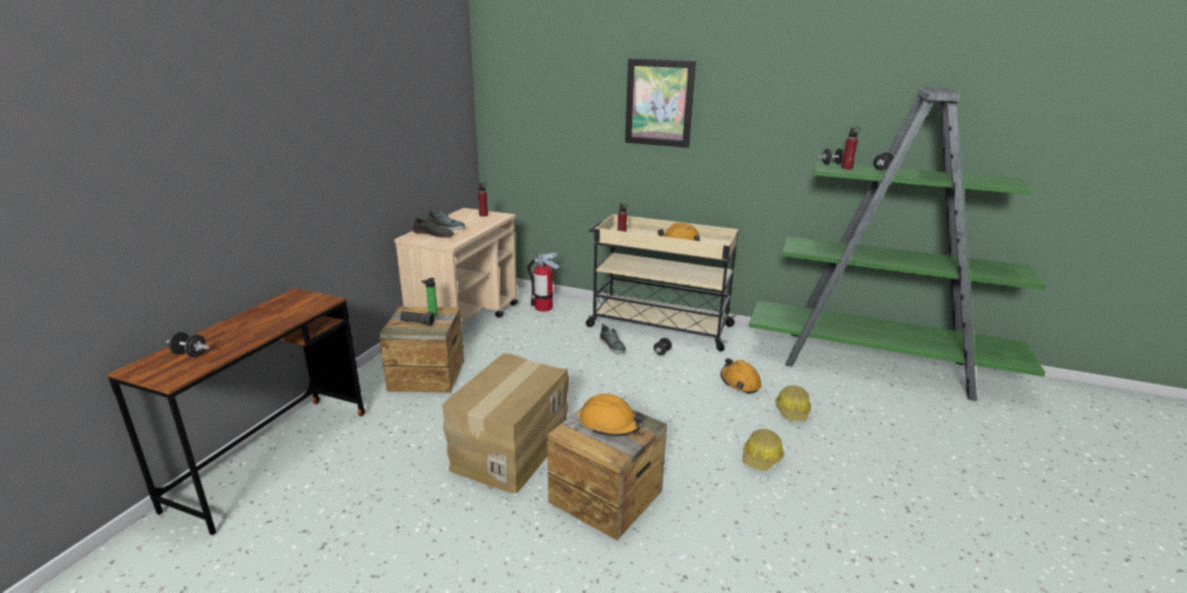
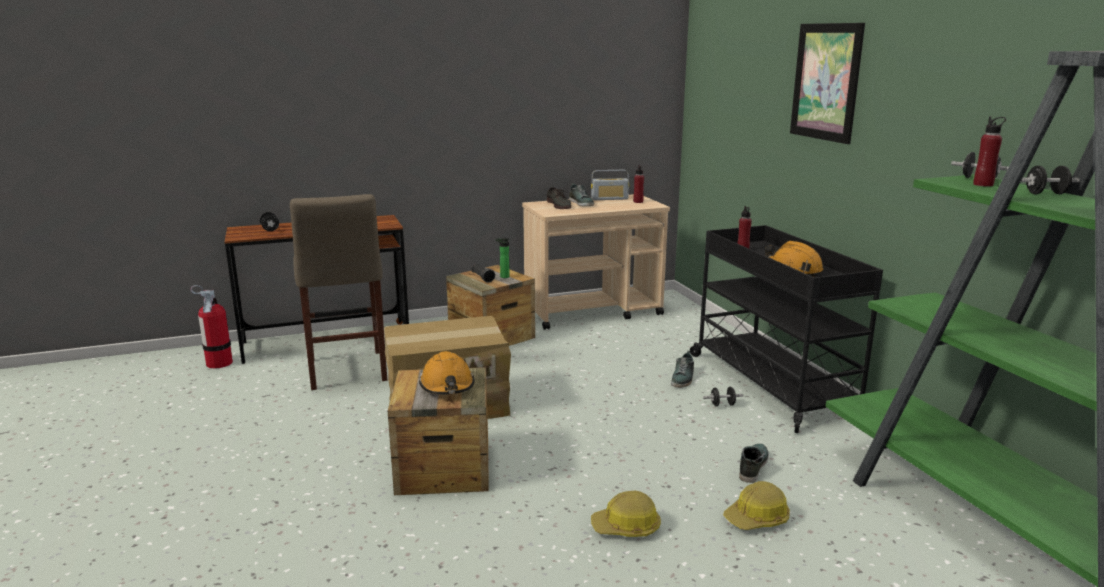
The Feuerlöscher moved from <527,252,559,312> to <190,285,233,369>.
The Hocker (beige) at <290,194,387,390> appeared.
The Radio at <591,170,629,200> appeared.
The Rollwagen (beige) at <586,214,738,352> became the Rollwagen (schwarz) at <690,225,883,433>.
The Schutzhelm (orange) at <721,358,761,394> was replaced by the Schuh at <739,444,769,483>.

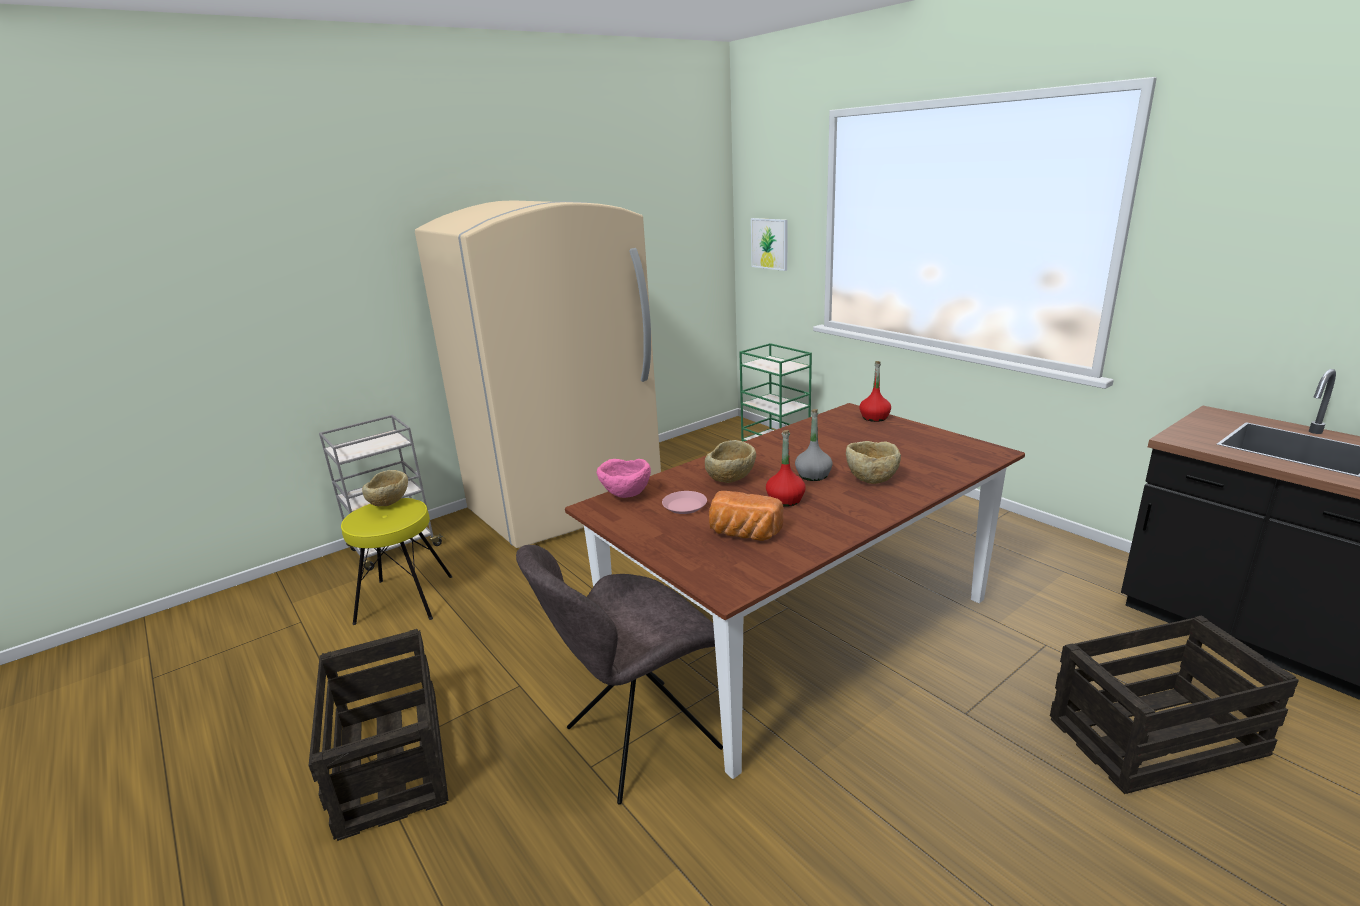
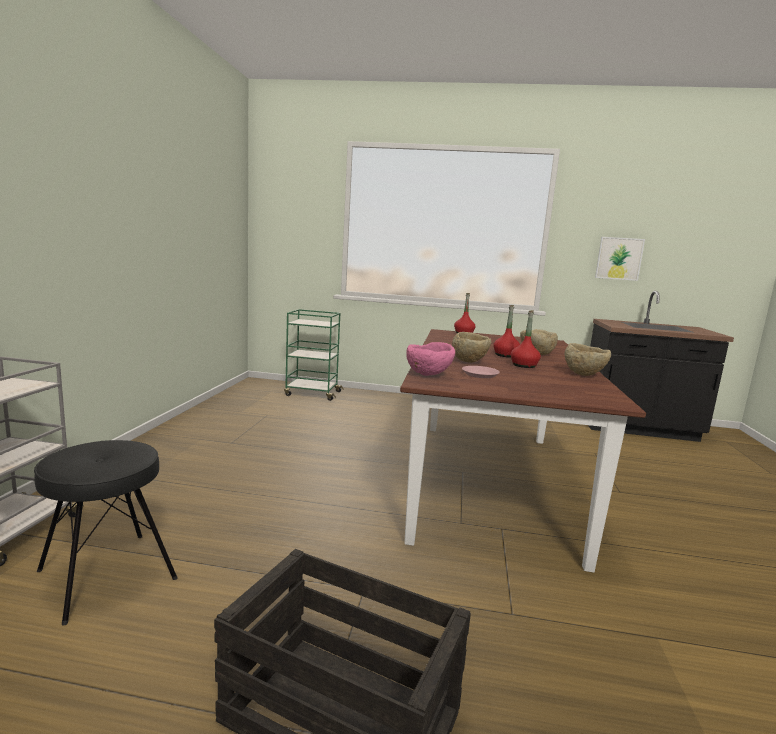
The Hocker (gelb) at <341,498,452,625> became the Hocker (schwarz) at <34,440,178,626>.
The Flasche (grau) at <795,409,833,481> became the Flasche (rot) at <493,305,520,358>.
The Schüssel (beige) moved from <362,470,408,506> to <565,343,611,376>.
The Bild moved from <751,218,788,271> to <595,237,645,281>.
The Kühlschrank (beige) at <415,200,661,548> disappeared.
The Stuhl (grau) at <516,545,723,805> disappeared.
The Brot at <709,491,784,541> disappeared.
The Kiste at <1050,615,1299,794> disappeared.

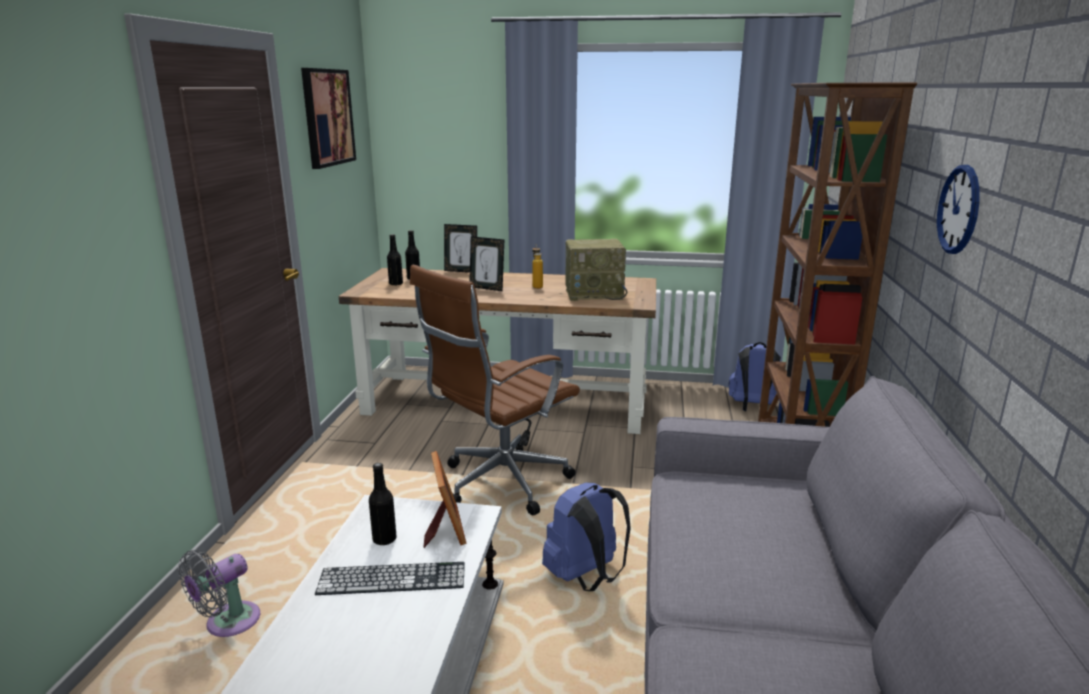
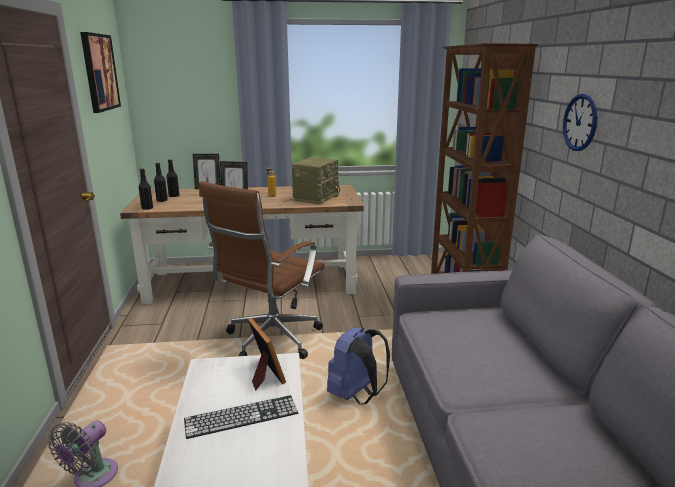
The Flasche (schwarz) moved from <369,463,396,545> to <139,168,153,210>.
The Radio at <565,239,627,301> turned 45 degrees counterclockwise.
The Rucksack (blau) at <728,342,781,411> disappeared.

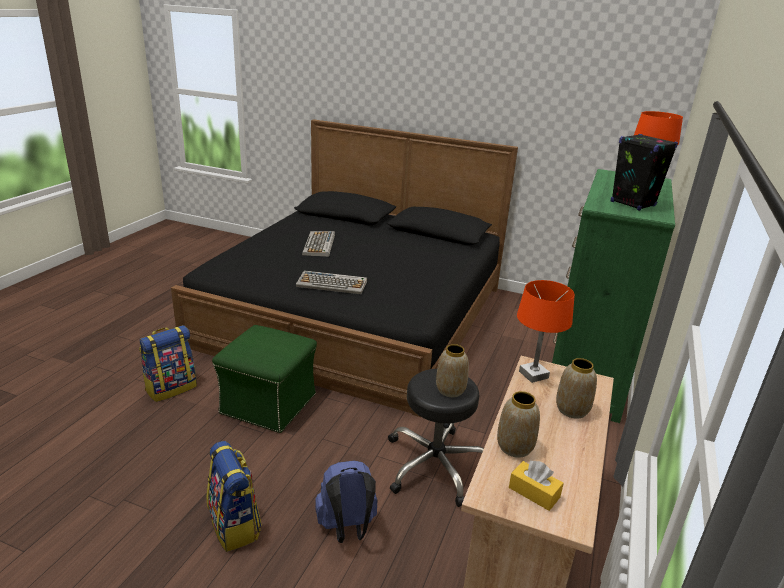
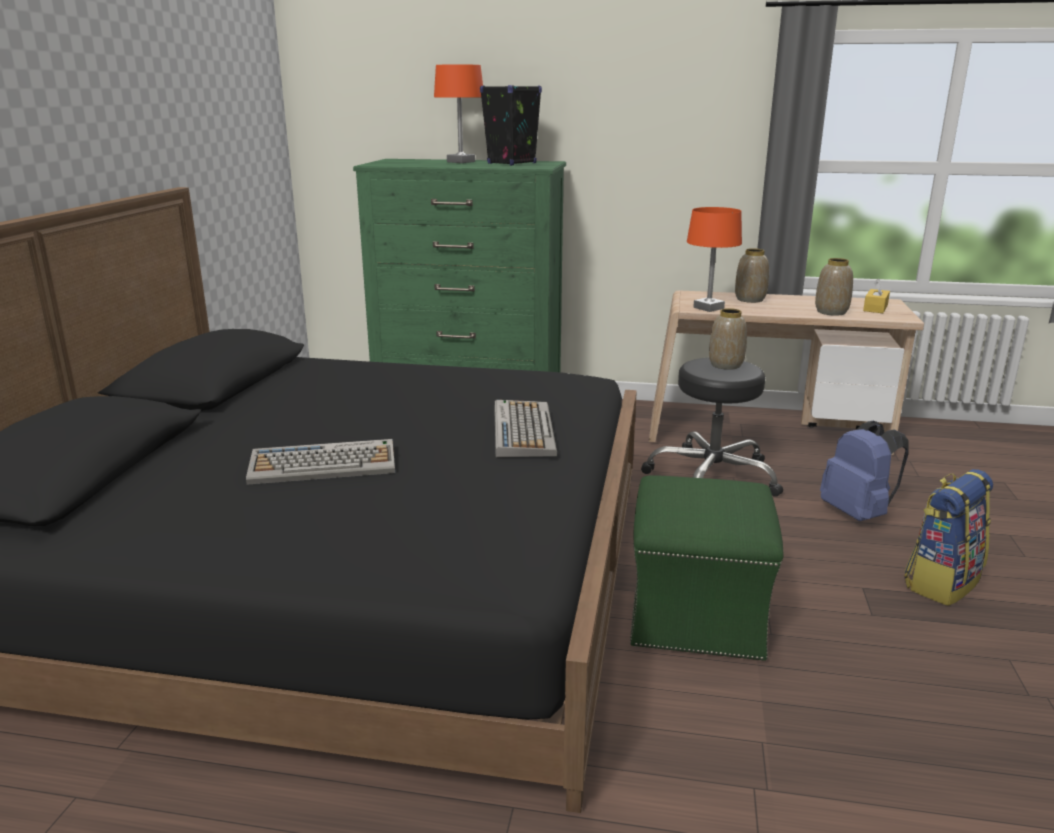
The Rucksack at <139,325,197,402> disappeared.

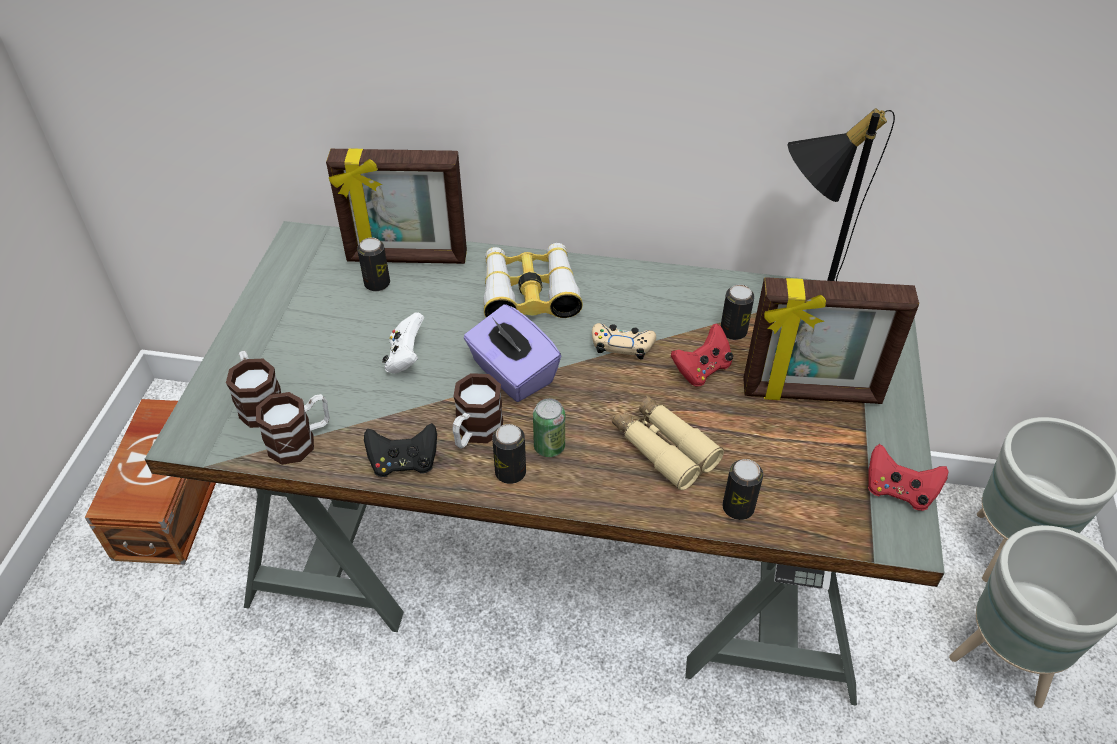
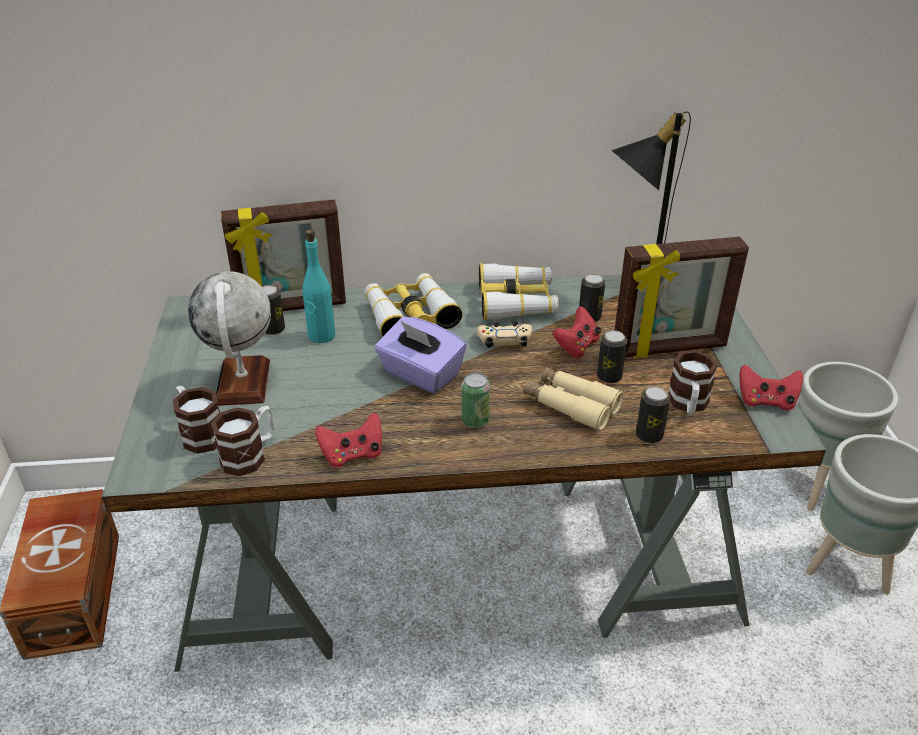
The Globus at <188,271,271,406> appeared.
The Flasche (türkis) at <302,229,335,343> appeared.
The Gamepad (schwarz) at <364,423,437,477> became the Gamepad (rot) at <315,412,382,468>.
The Fernglas at <479,263,559,320> appeared.
The Dose moved from <492,424,526,484> to <597,330,627,383>.
The Henkelbecher moved from <452,373,503,449> to <668,350,718,415>.
The Gamepad (weiß) at <382,312,424,374> disappeared.

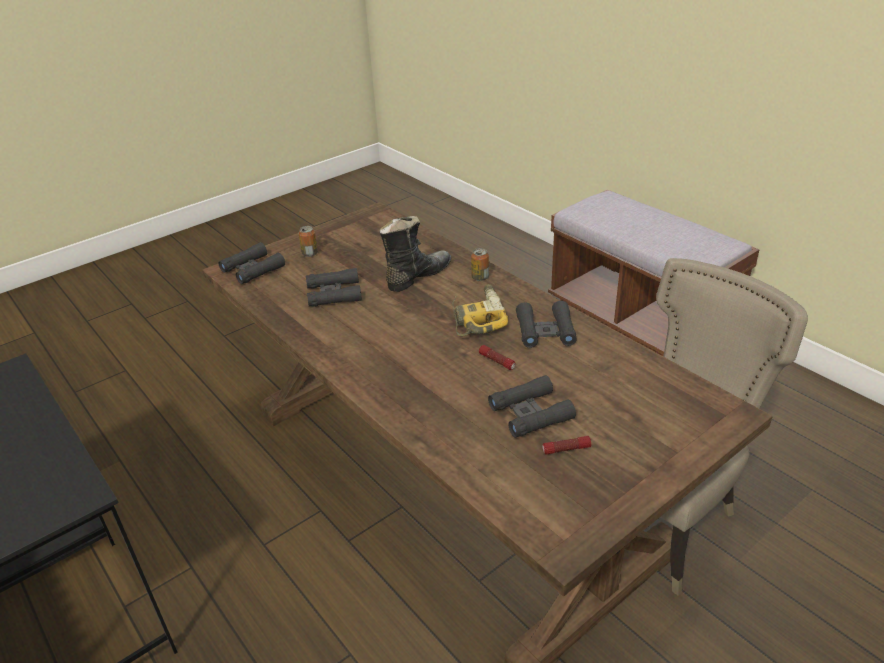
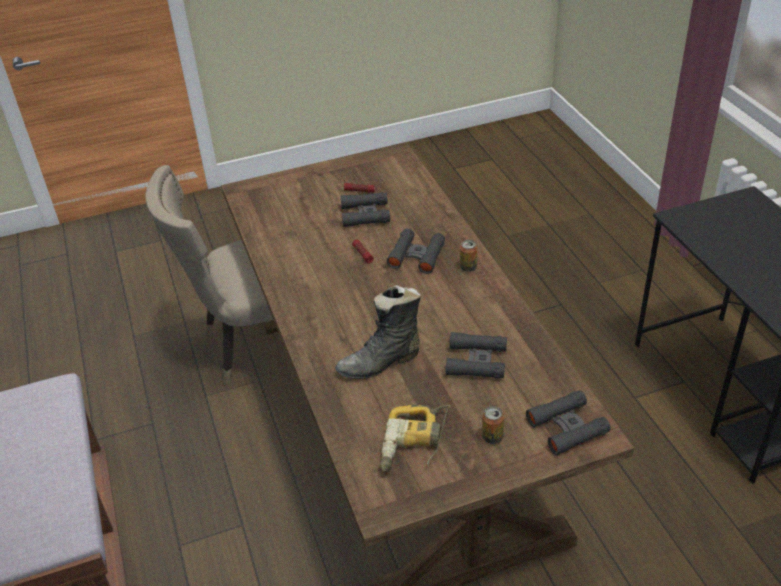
The Bohrmaschine moved from <452,284,508,336> to <379,405,451,472>.
The Fernglas (schwarz) moved from <516,301,577,348> to <387,228,445,274>.
The Dose moved from <471,248,489,281> to <460,240,477,272>.

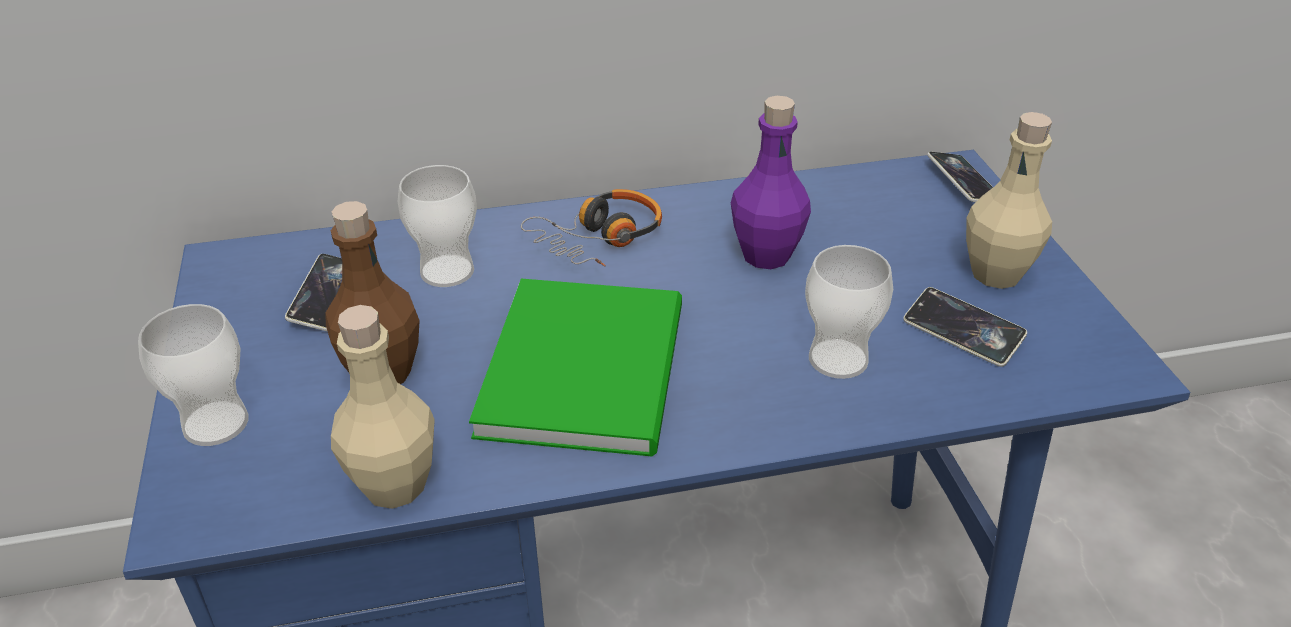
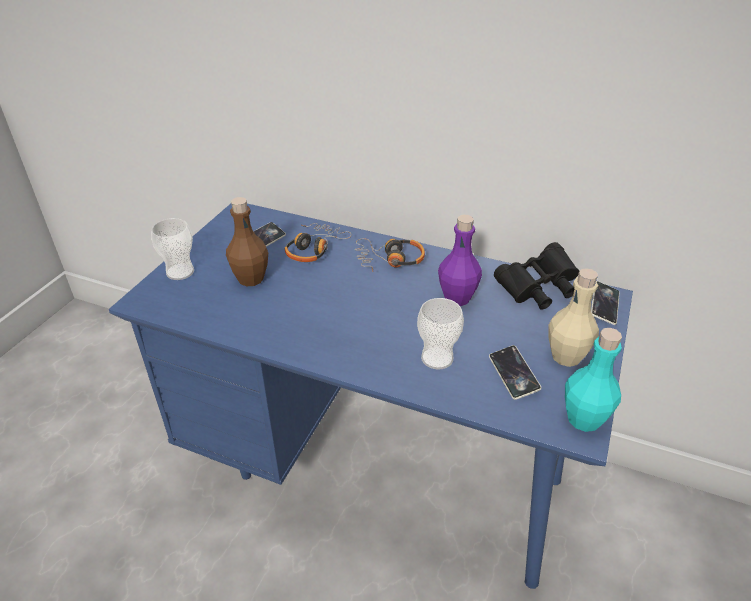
The Tasse at <397,165,477,287> was replaced by the Kopfhörer at <285,223,351,262>.
The Fernglas (schwarz) at <494,242,579,310> appeared.
The Flasche (türkis) at <565,328,622,432> appeared.
The Flasche (beige) at <331,305,435,509> disappeared.
The Buch (grün) at <469,279,682,456> disappeared.

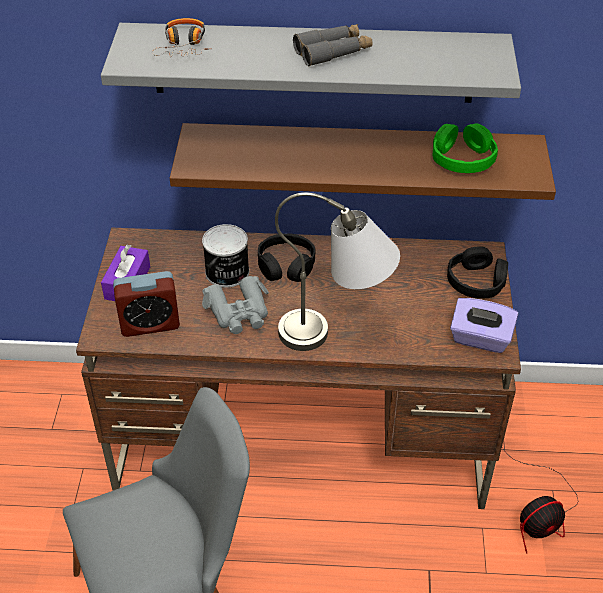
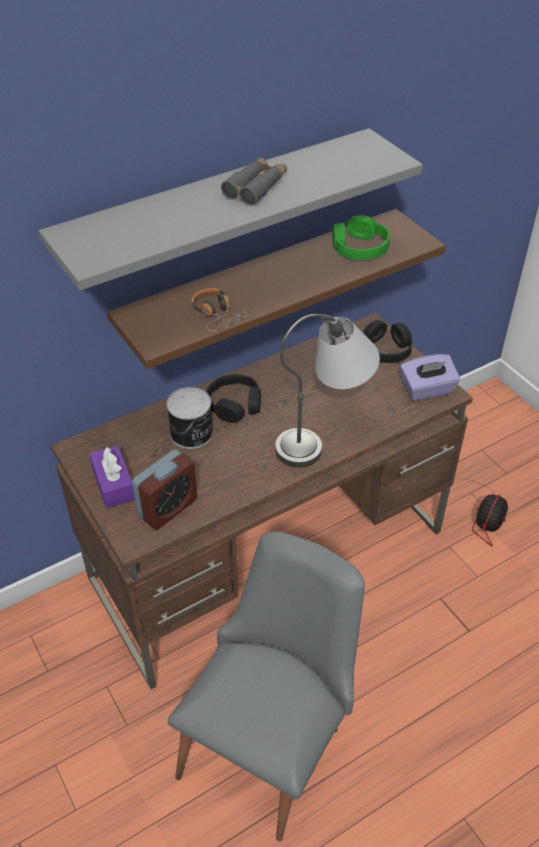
The Kopfhörer moved from <152,18,212,57> to <191,288,250,331>.
The Fernglas (grau) at <202,276,269,334> disappeared.

